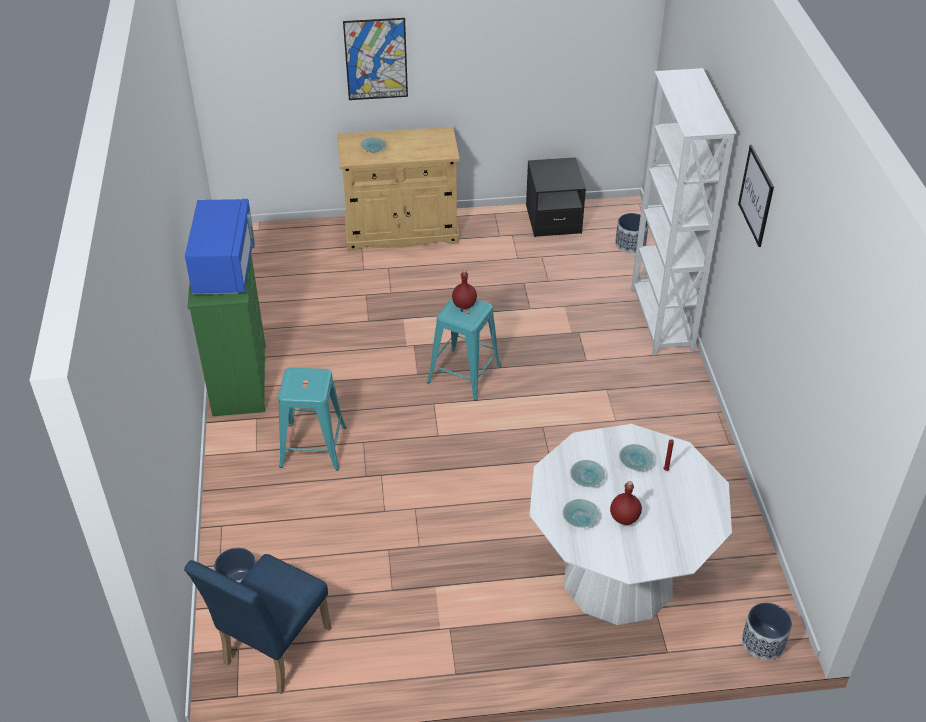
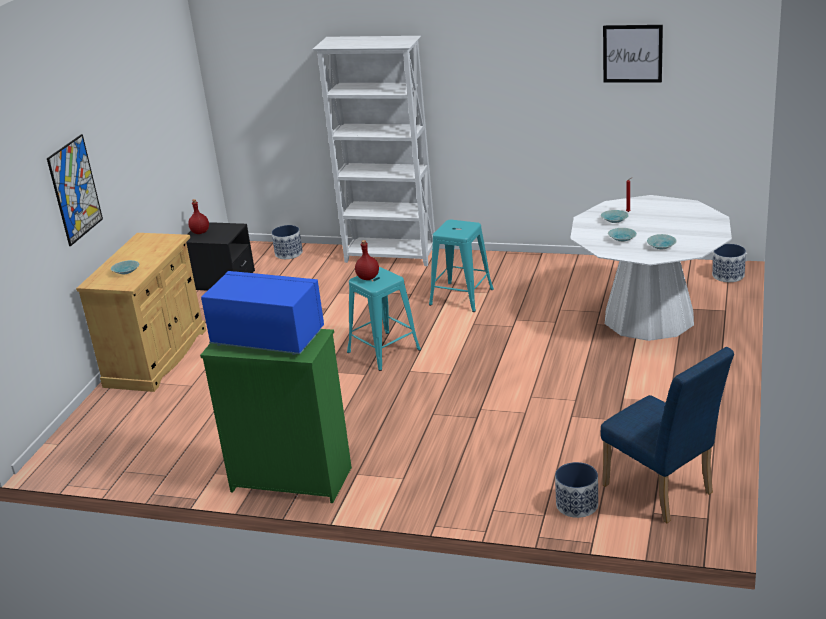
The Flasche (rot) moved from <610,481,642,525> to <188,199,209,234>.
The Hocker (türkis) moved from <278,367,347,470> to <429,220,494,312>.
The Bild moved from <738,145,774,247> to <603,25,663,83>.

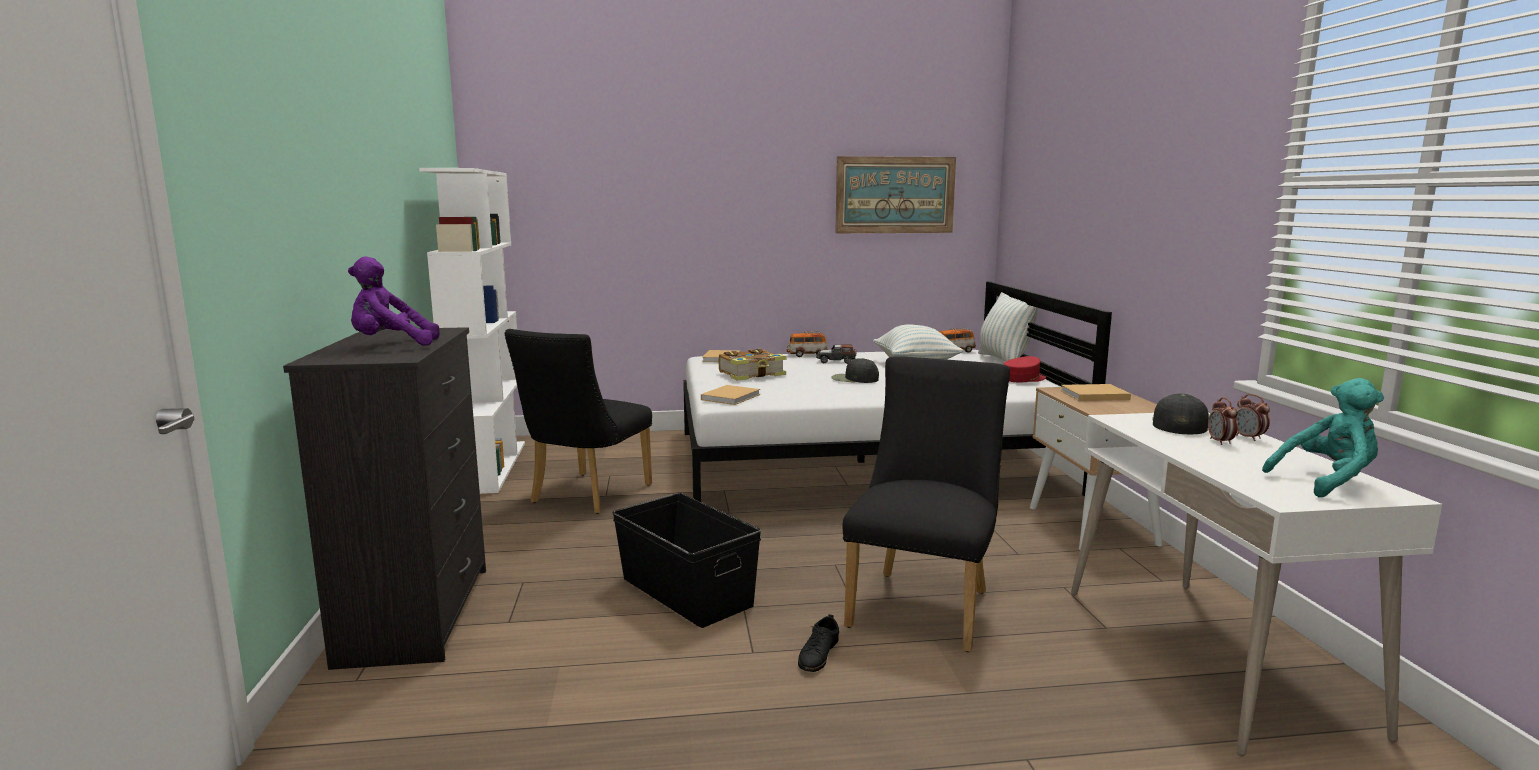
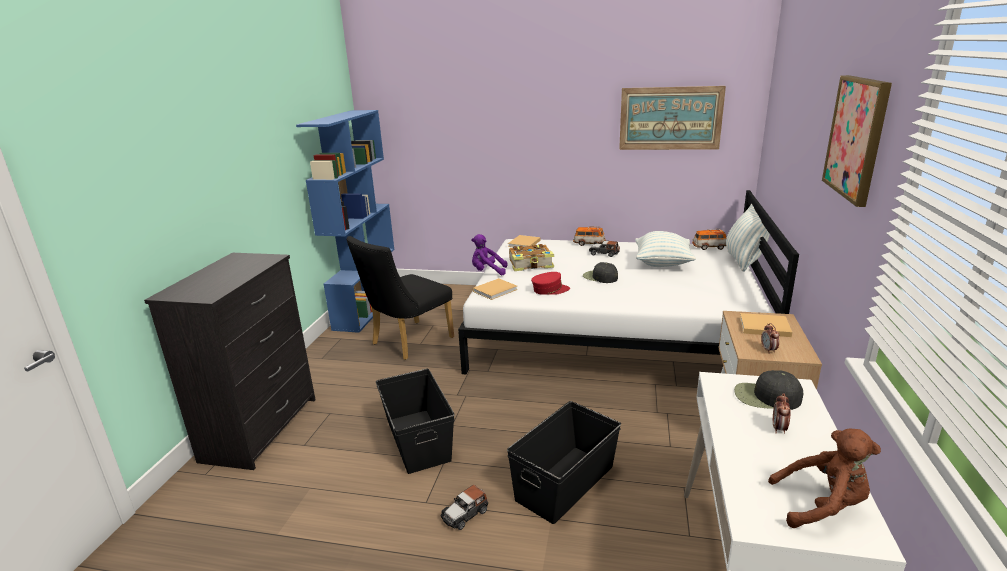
The Bücherregal (weiß) at <419,168,525,494> became the Bücherregal (blau) at <296,110,394,333>.
The Schuh (schwarz) at <798,614,839,672> was replaced by the Spielzeugauto at <441,485,488,530>.
The Plüschtier (lila) moved from <348,256,440,346> to <471,234,507,276>.
The Stuhl (schwarz) at <843,356,1010,652> was replaced by the Aufbewahrungsbox (schwarz) at <507,401,621,524>.
The Kappe (rot) moved from <1003,356,1046,382> to <531,272,570,295>.
The Kappe (schwarz) at <1152,393,1209,434> turned 120 degrees counterclockwise.
The Wecker moved from <1236,394,1270,441> to <761,323,779,352>.
The Plüschtier (türkis) at <1262,378,1384,497> became the Plüschtier (braun) at <768,429,881,528>.
The Bild at <822,75,892,207> appeared.

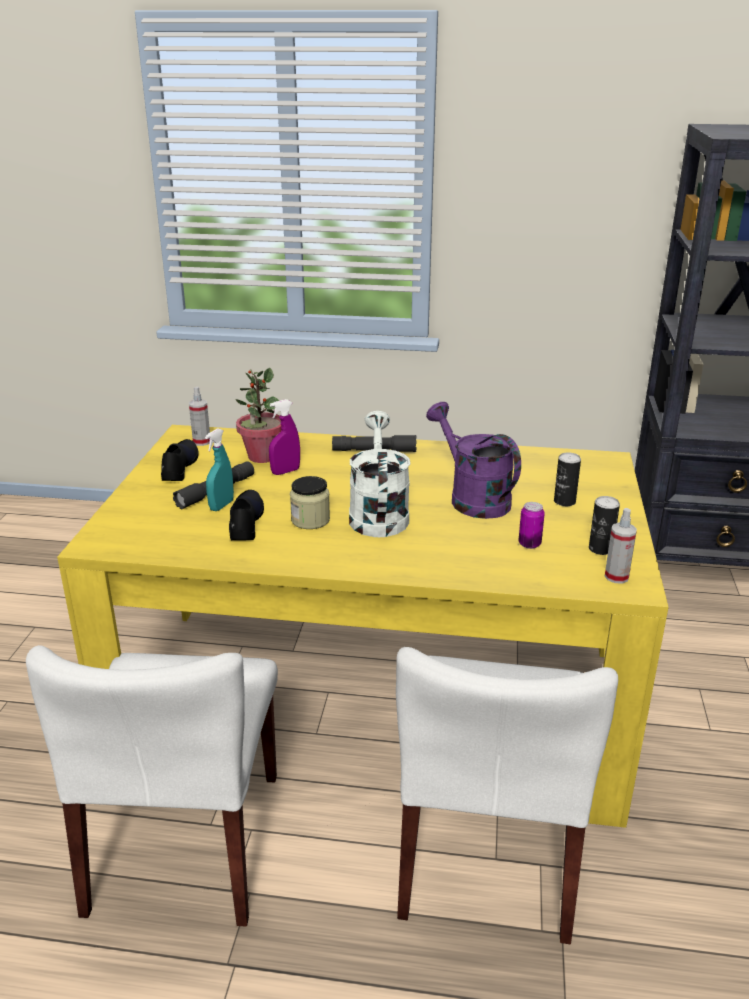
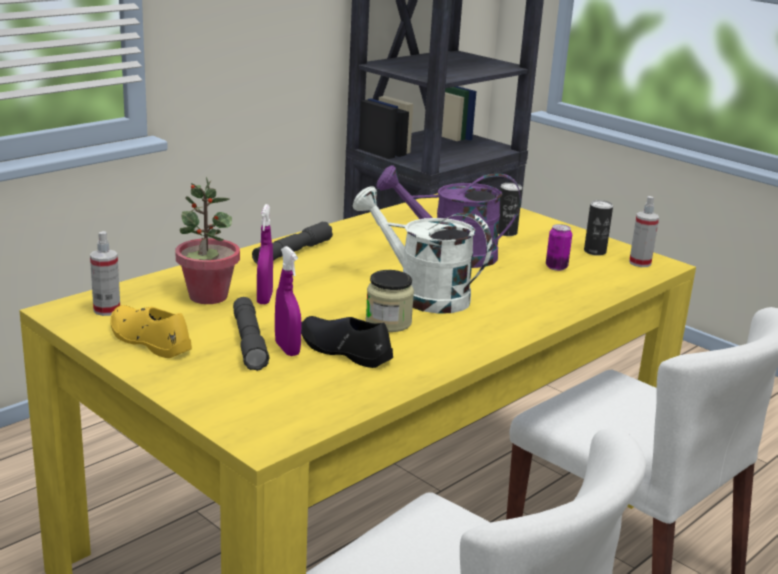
The Schuh (schwarz) at <161,439,199,481> became the Schuh (gelb) at <110,305,192,358>.
The Sprühflasche (türkis) at <205,428,234,511> became the Sprühflasche (lila) at <275,246,302,356>.

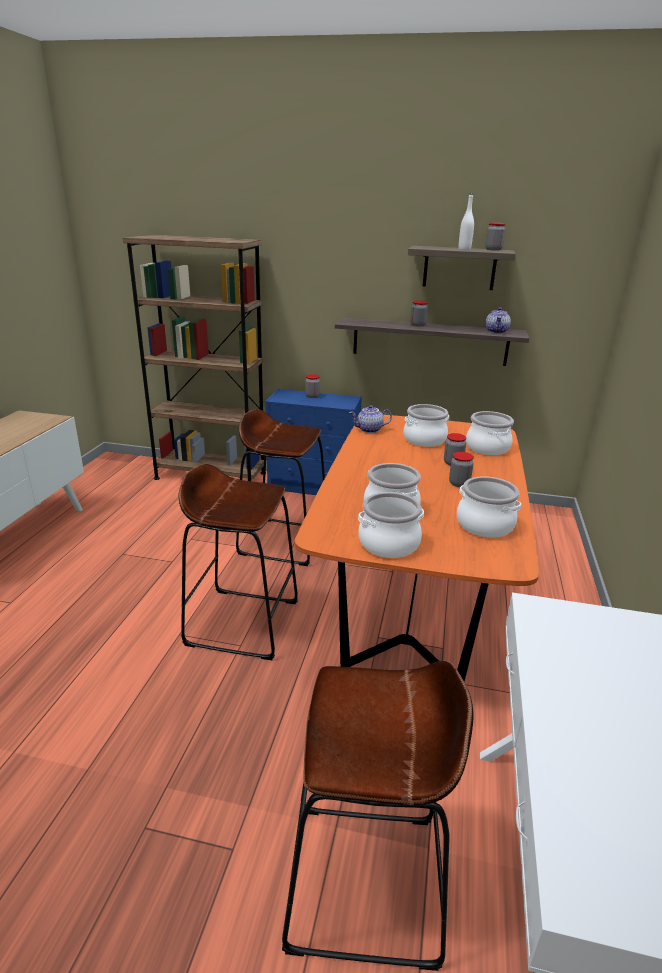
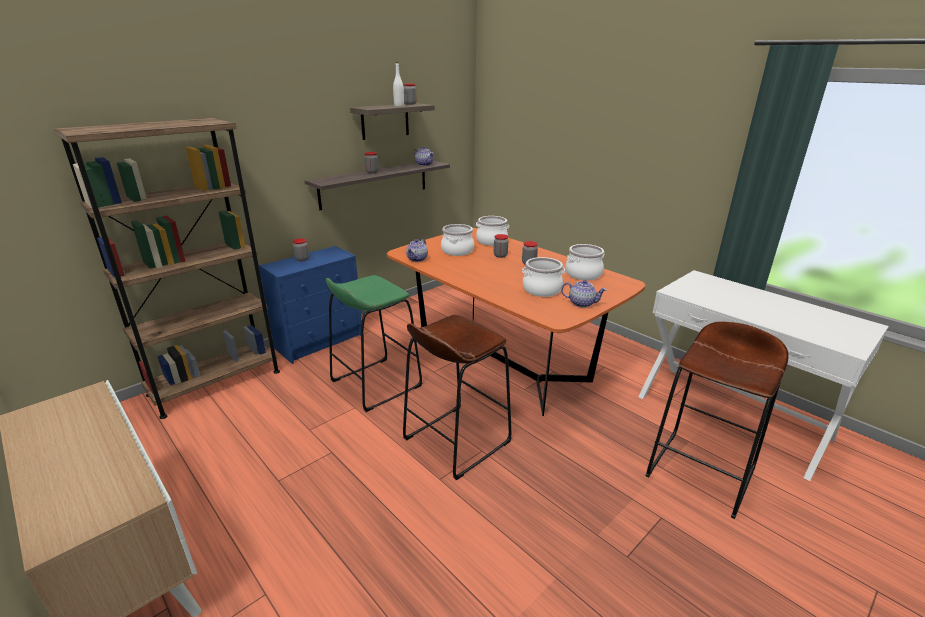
The Hocker (braun) at <236,409,325,566> became the Hocker (grün) at <326,275,422,412>.
The Kochtopf at <358,492,424,558> was replaced by the Teekanne at <561,280,607,307>.

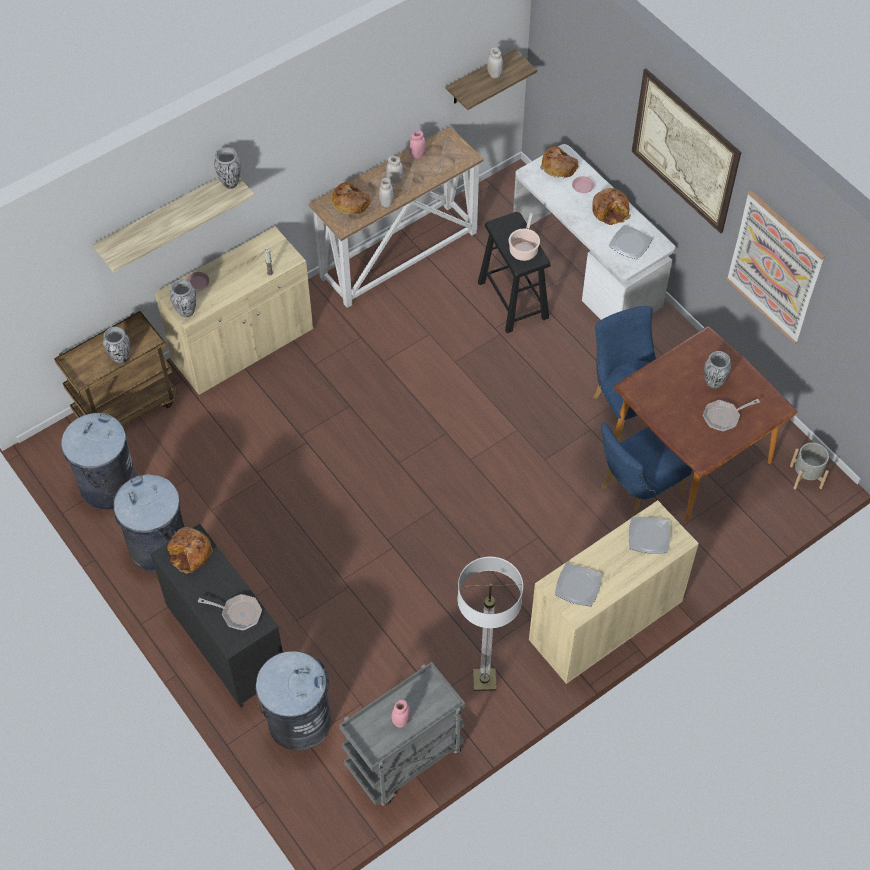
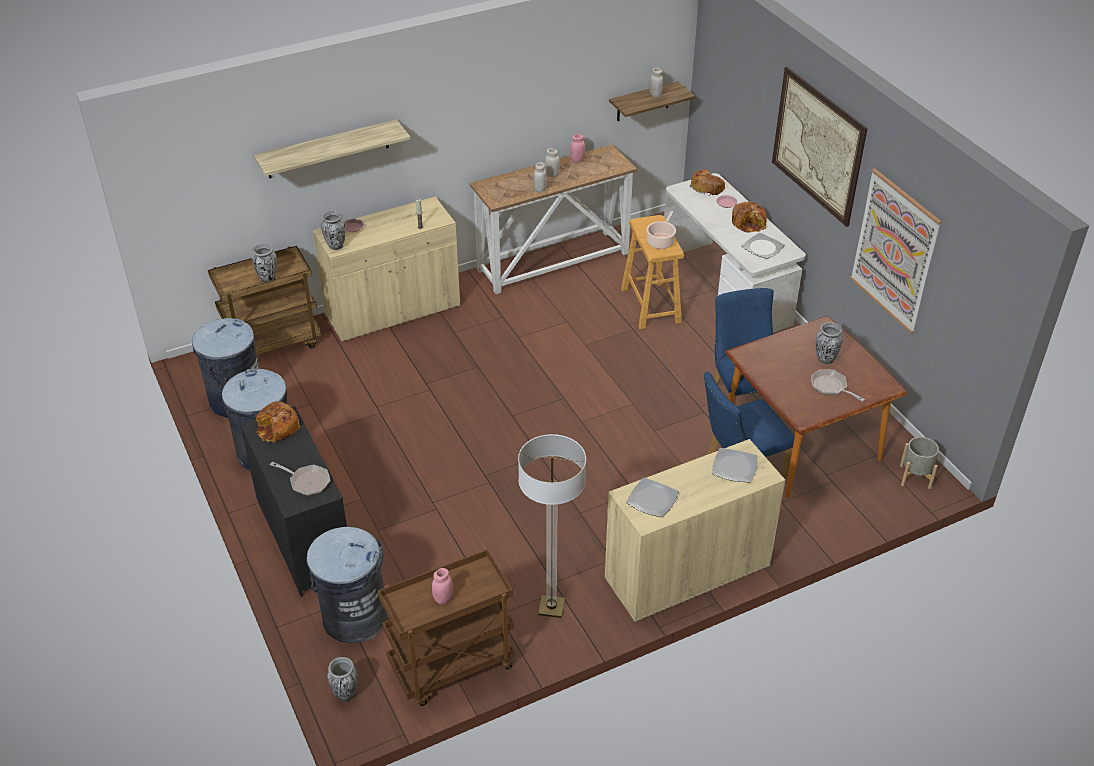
The Vase moved from <214,147,241,189> to <327,657,358,702>.
The Rollwagen (grau) at <339,662,465,806> became the Rollwagen (braun) at <378,549,514,706>.
The Hocker (schwarz) at <478,212,551,333> became the Hocker (beige) at <621,215,684,329>.
The Pfanne at <703,399,760,431> turned 60 degrees clockwise.
The Brot at <331,182,371,215> disappeared.

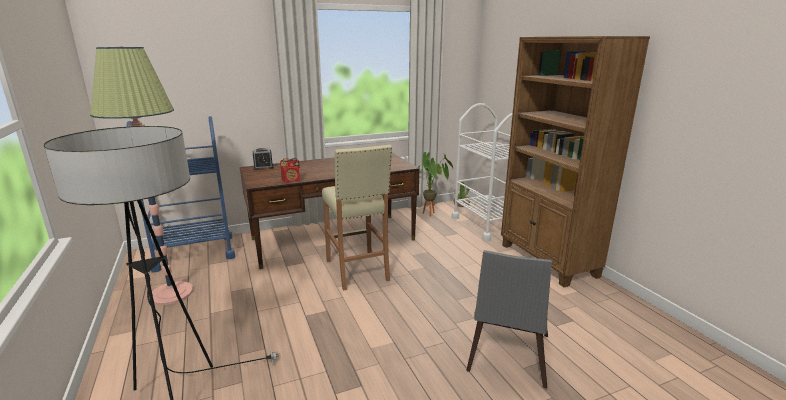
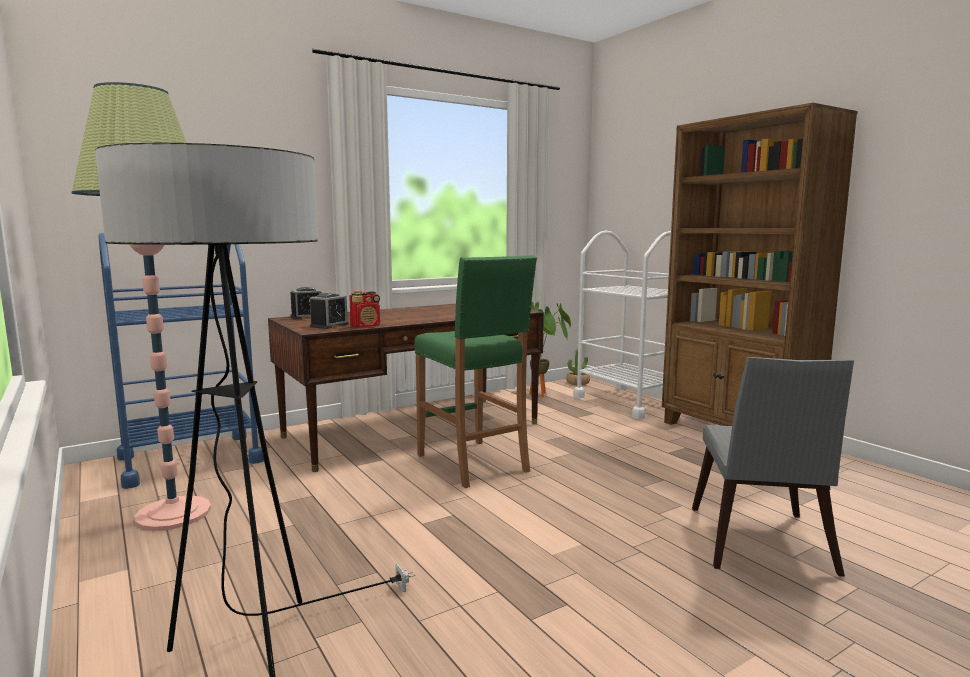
The Wecker at <310,293,349,329> appeared.
The Hocker (beige) at <322,145,392,291> became the Hocker (grün) at <414,255,537,488>.

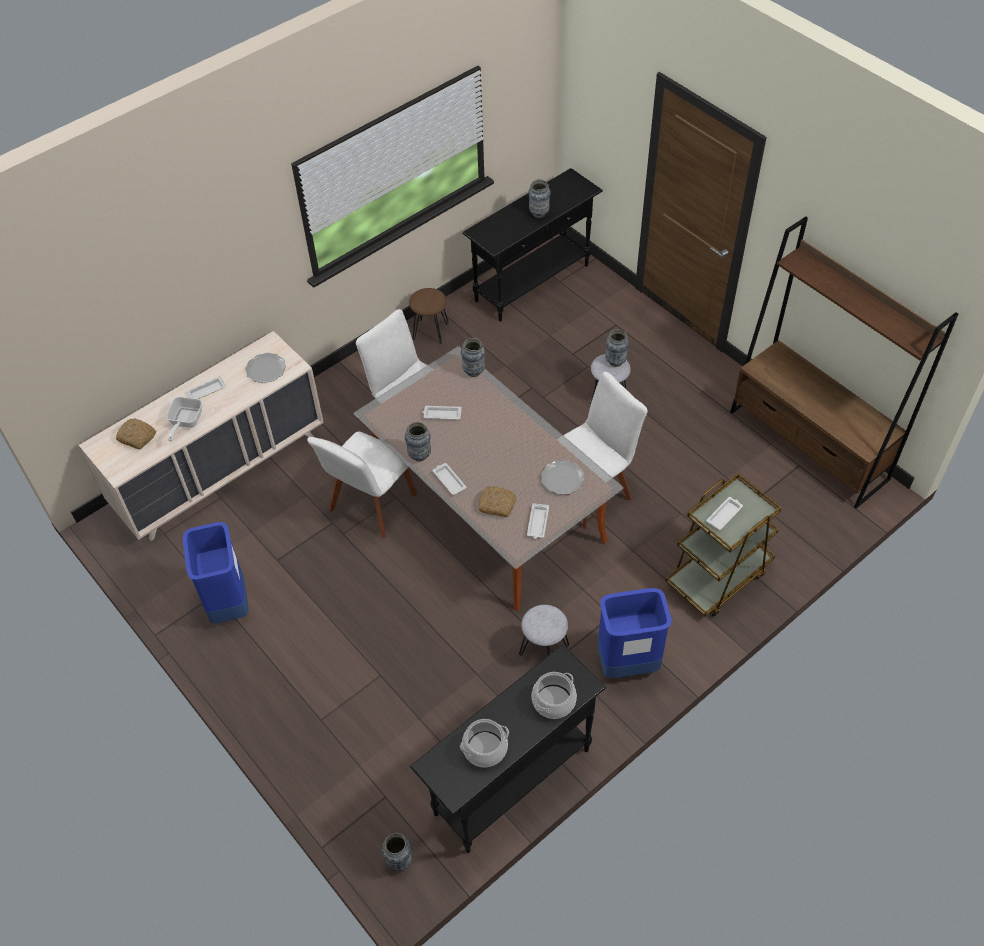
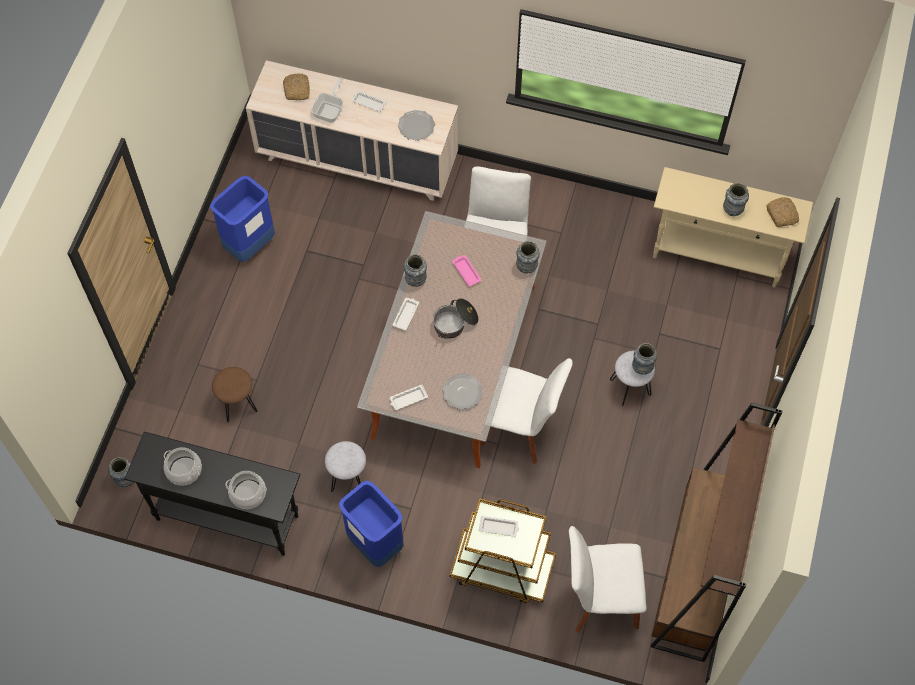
The Hocker (braun) moved from <409,288,448,345> to <212,367,258,423>.
The Pfanne at <166,397,202,441> turned 135 degrees clockwise.
The Kochtopf at <433,298,479,339> appeared.
The Tablett (weiß) at <422,406,462,420> became the Tablett (rosa) at <452,255,482,287>.
The Stuhl (weiß) moved from <307,432,417,538> to <569,526,647,633>.
The Konsolentisch (schwarz) at <462,168,603,322> became the Konsolentisch (beige) at <653,167,813,288>.
The Brot moved from <479,486,516,517> to <766,197,799,227>.

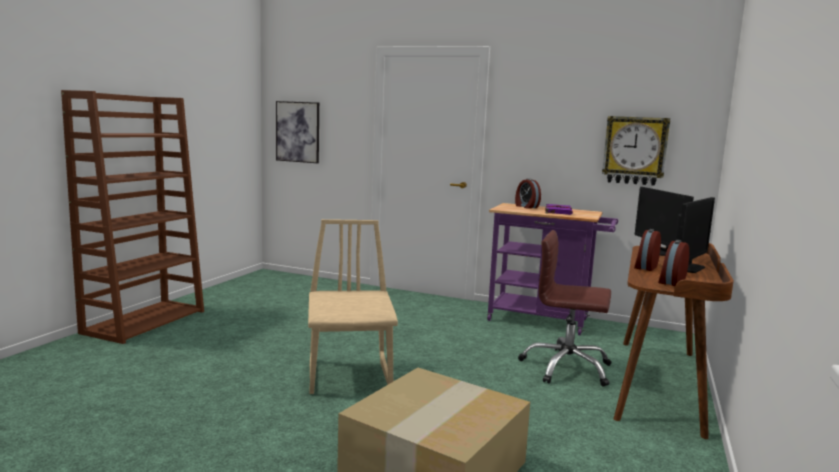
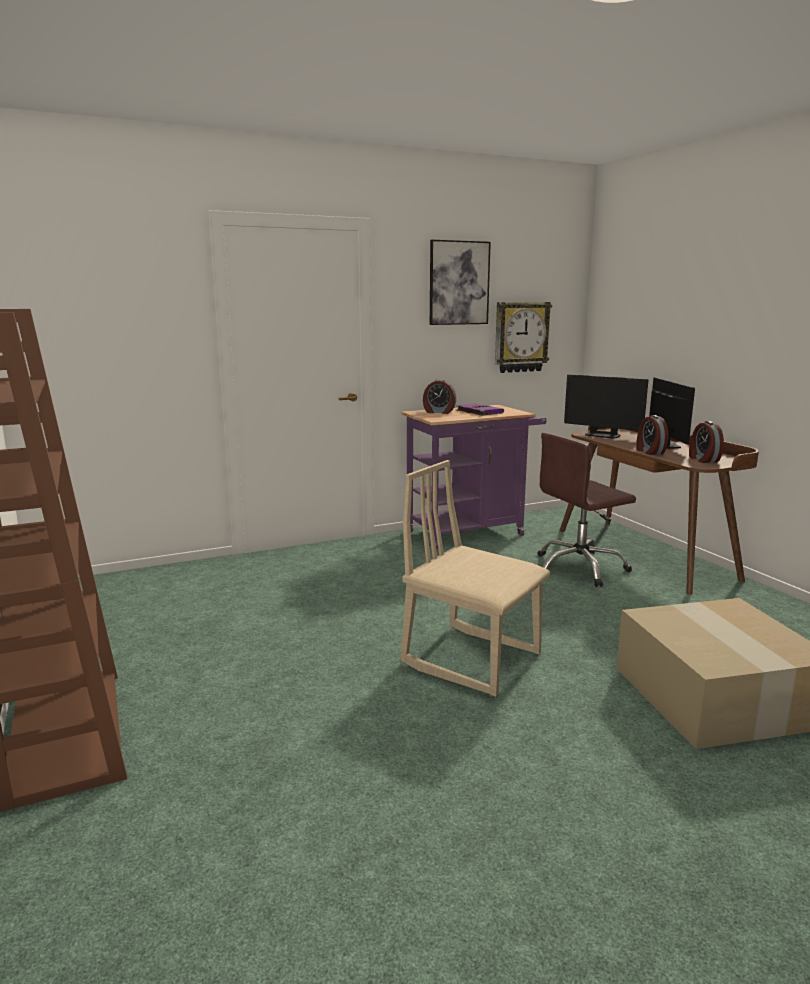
The Bild moved from <276,101,319,163> to <430,240,491,325>.

